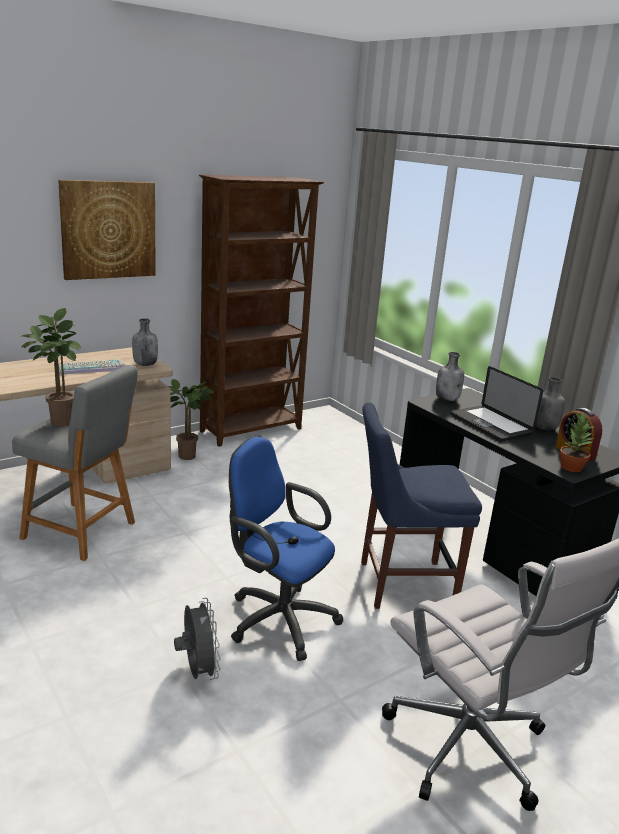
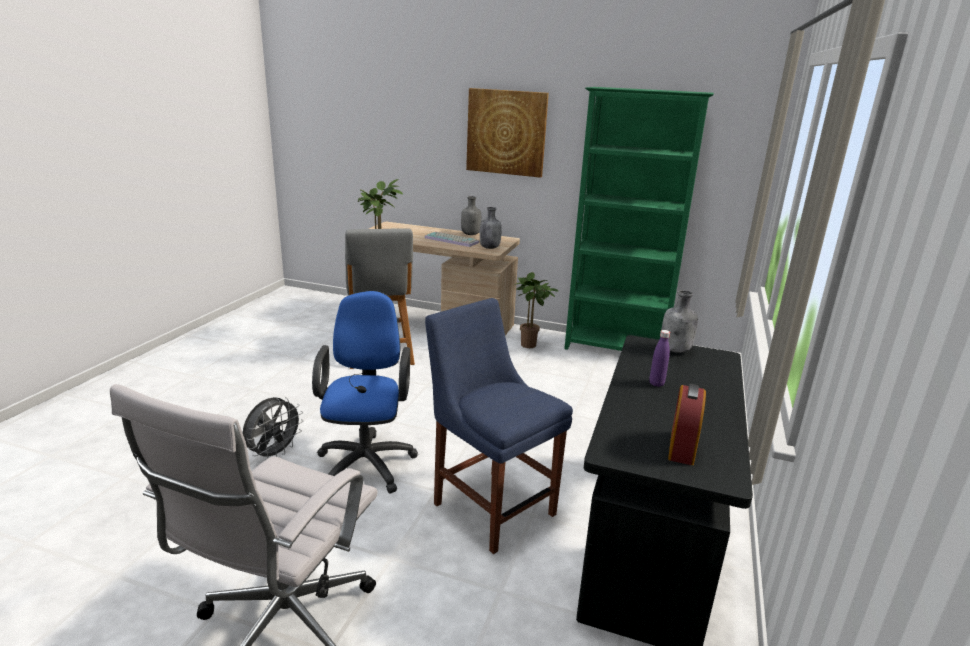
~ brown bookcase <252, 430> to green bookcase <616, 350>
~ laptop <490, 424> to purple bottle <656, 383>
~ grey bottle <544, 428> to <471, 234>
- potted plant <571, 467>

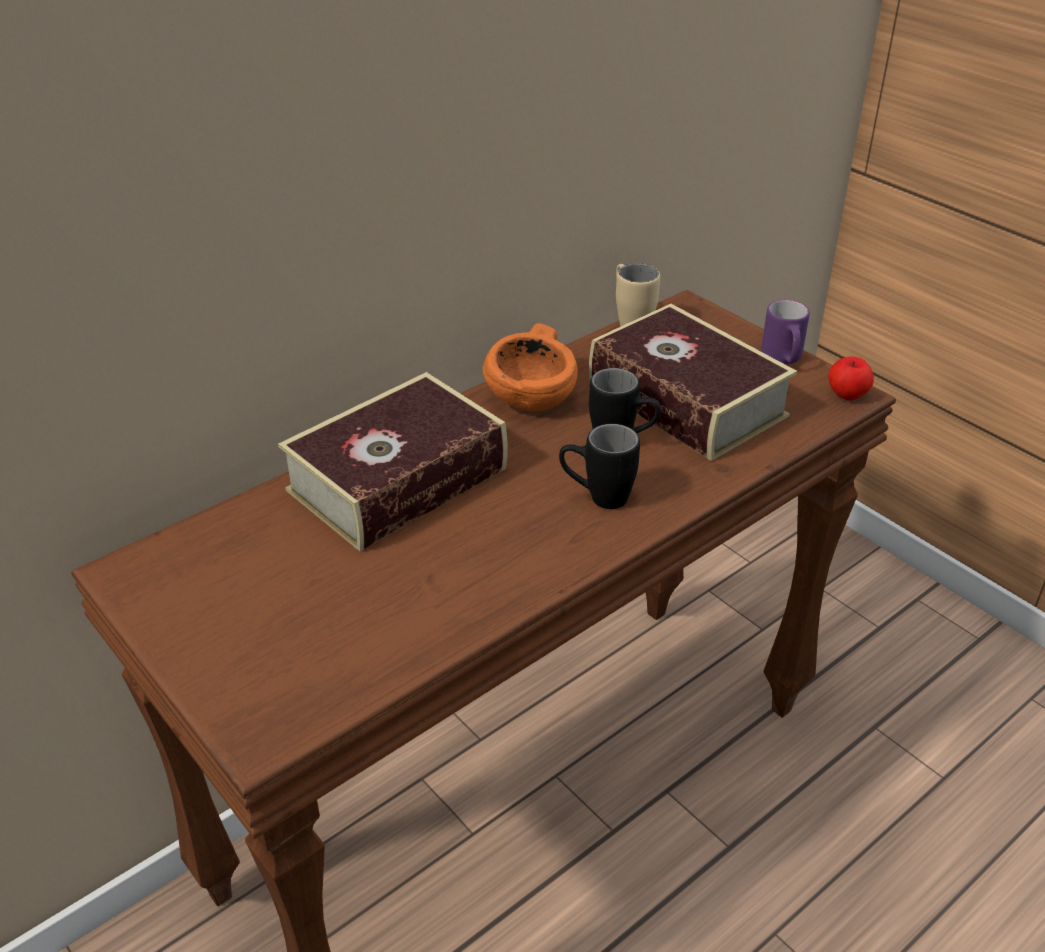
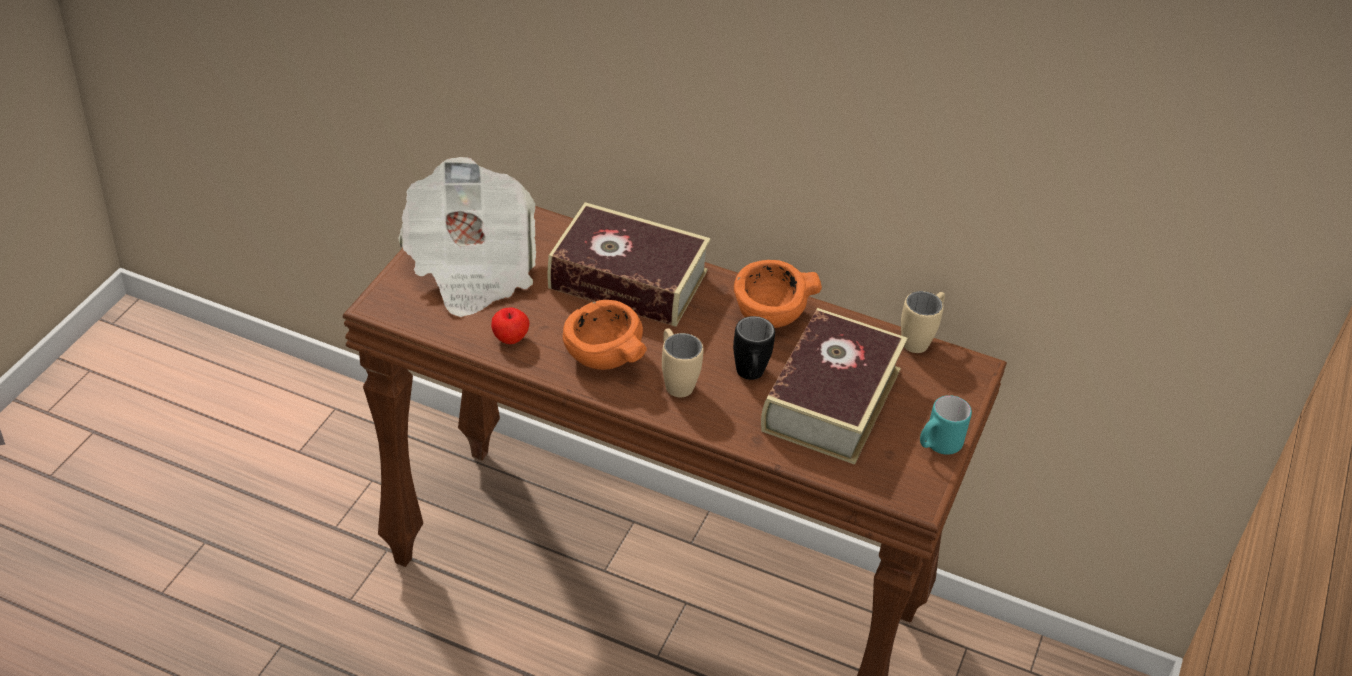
~ purple mug <783, 359> to turquoise mug <938, 445>
~ apple <847, 394> to <510, 338>
~ black mug <596, 497> to beige mug <675, 381>
+ newspaper <470, 267>
+ orange bowl <602, 356>

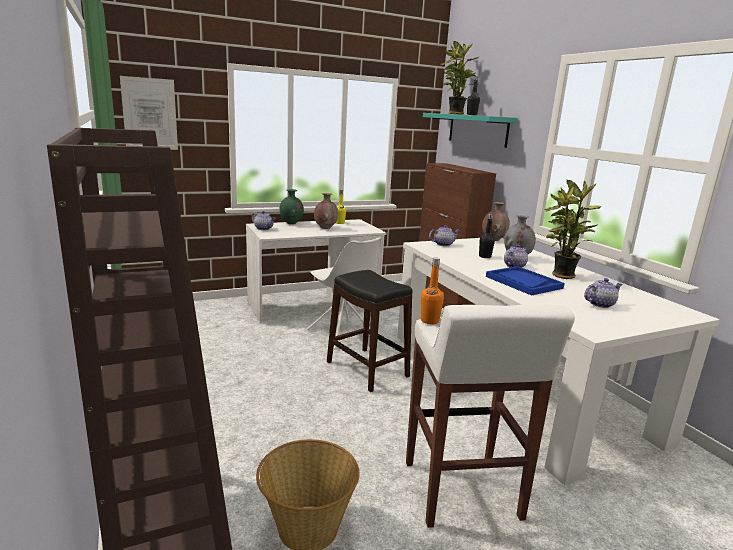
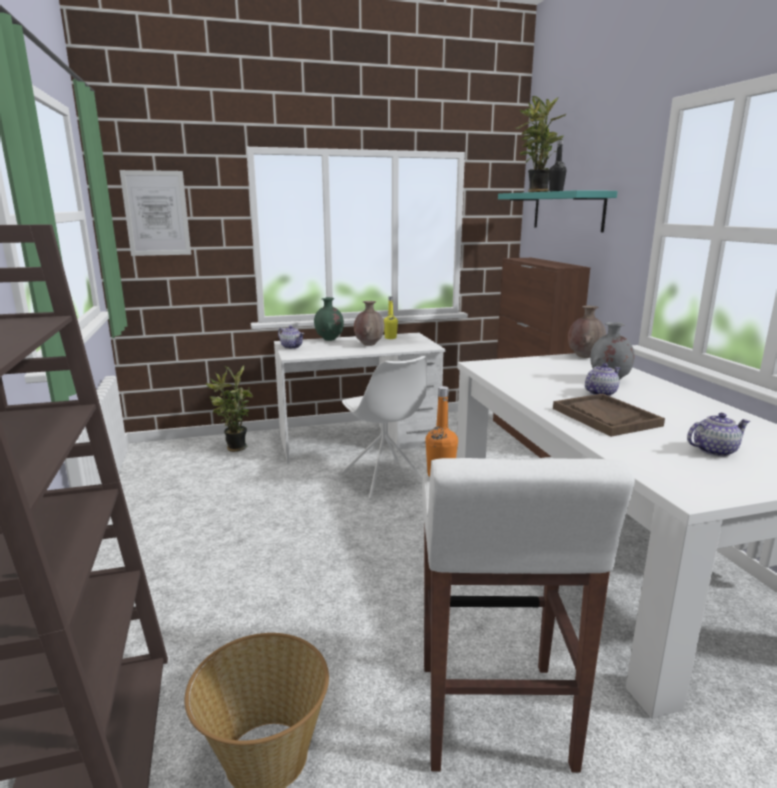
~ potted plant <561, 276> to <234, 448>
- black bottle <484, 256>
- teapot <443, 244>
~ blue tray <523, 282> to brown tray <605, 417>
- black stool <367, 369>

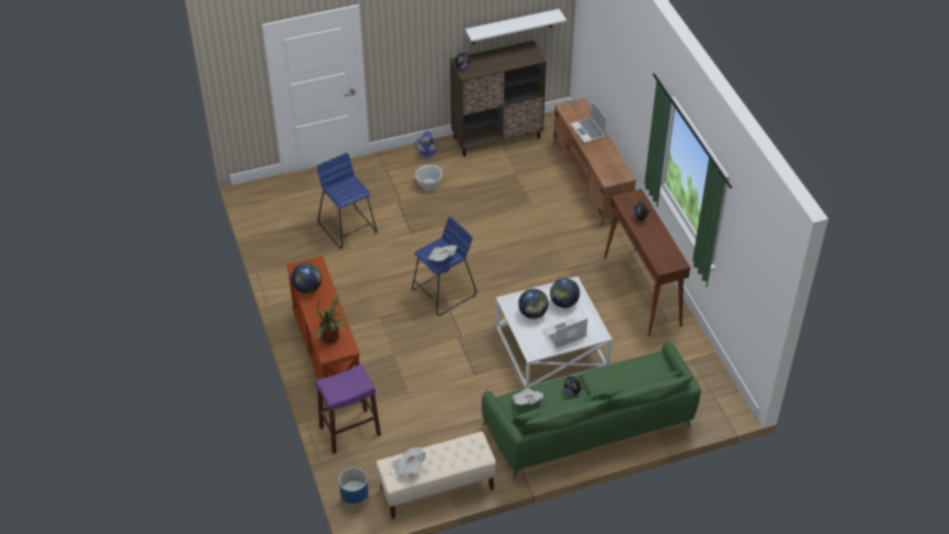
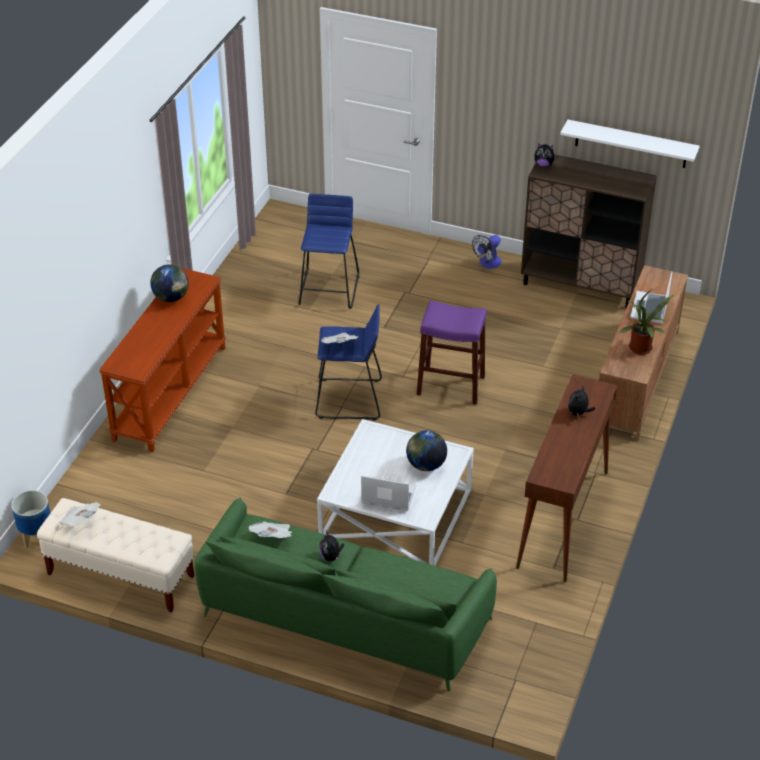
- basket <429, 184>
~ potted plant <332, 339> to <642, 349>
- globe <533, 313>
~ purple stool <349, 431> to <450, 385>

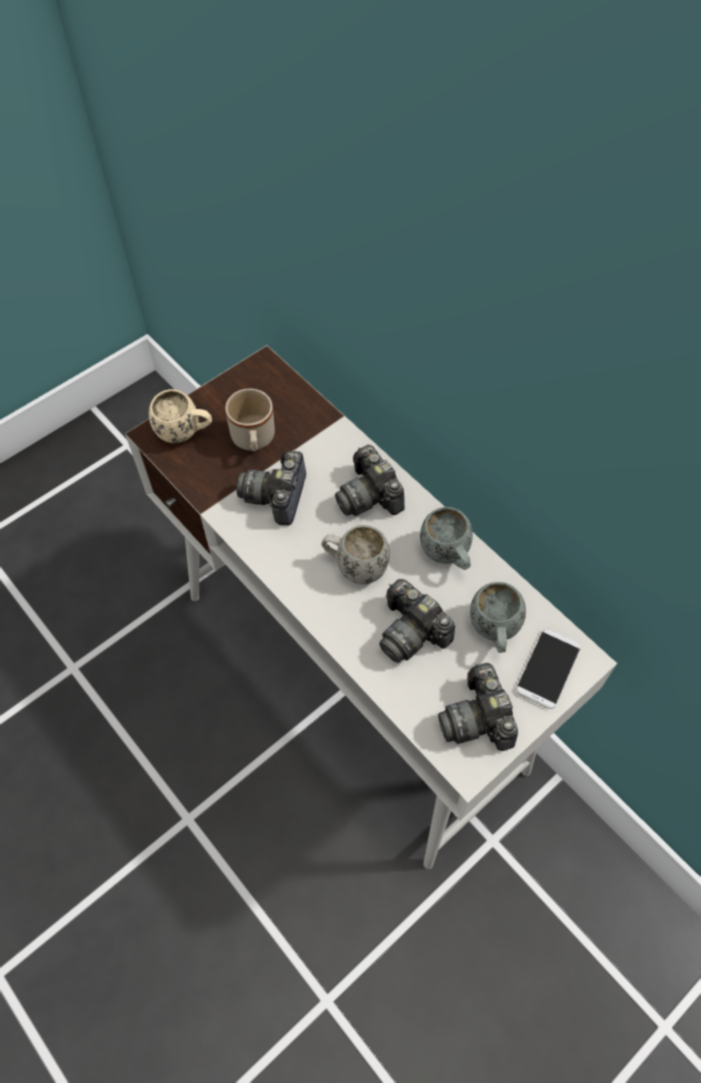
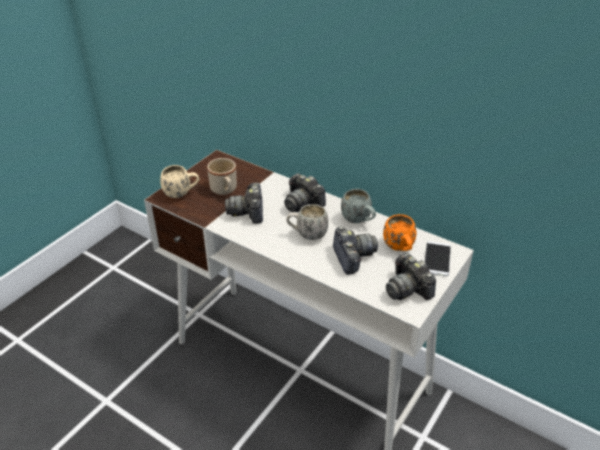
~ photo camera <411, 631> = <352, 257> 135 degrees counterclockwise
~ grey mug <494, 632> to orange mug <400, 249>

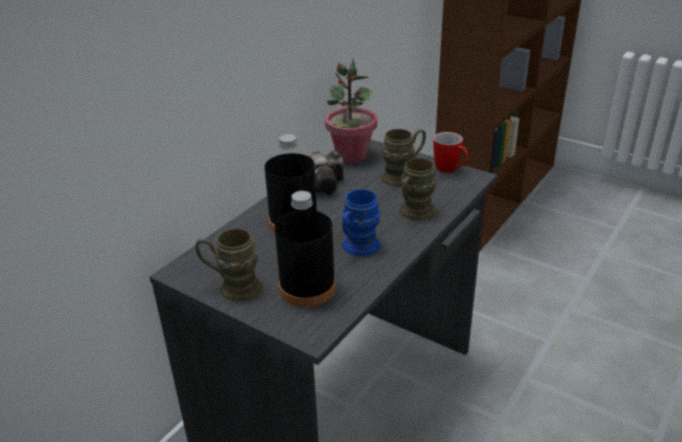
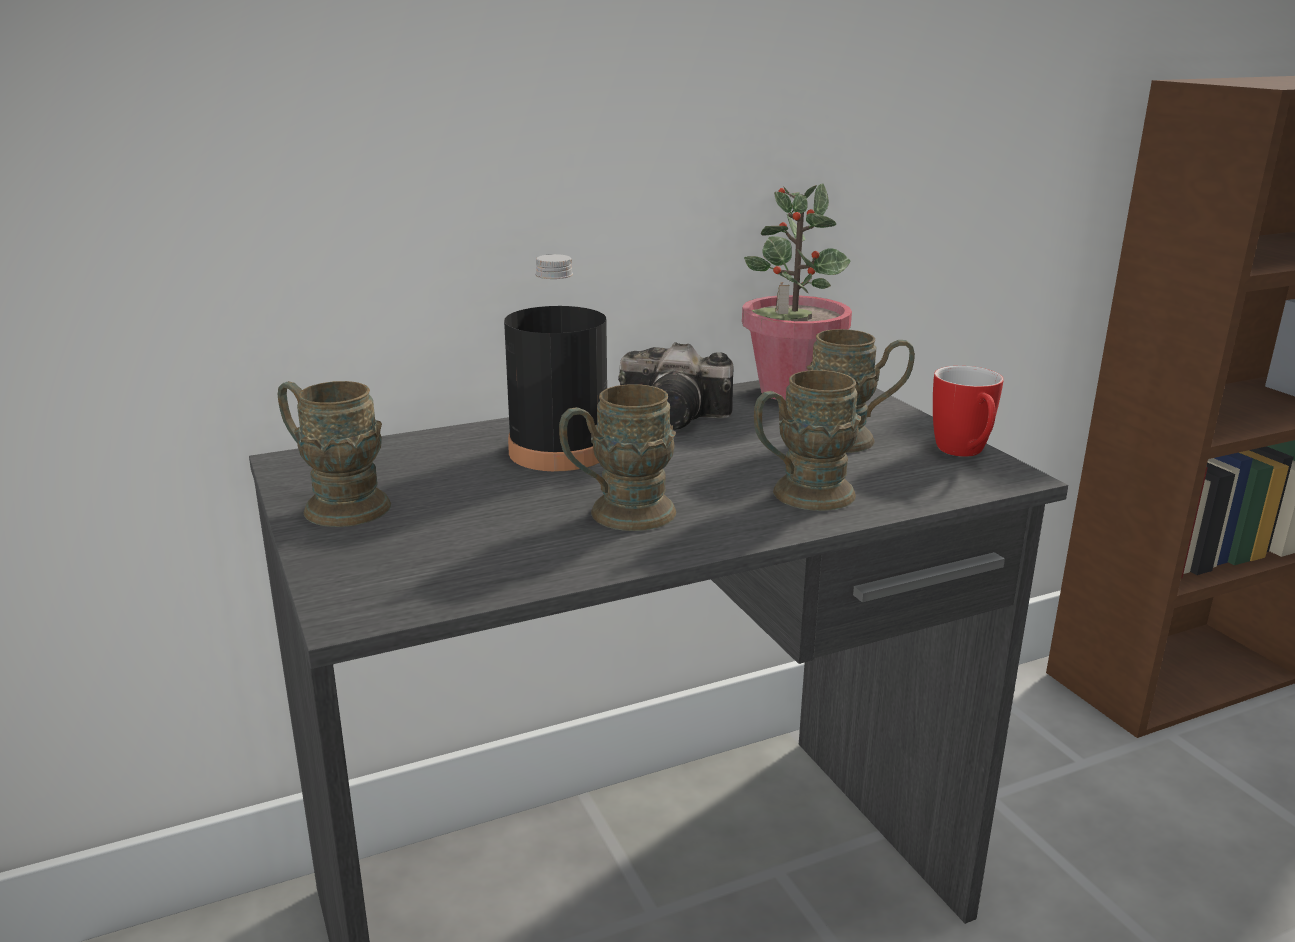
~ blue mug <357, 248> to brown mug <618, 515>
- black bottle <307, 288>

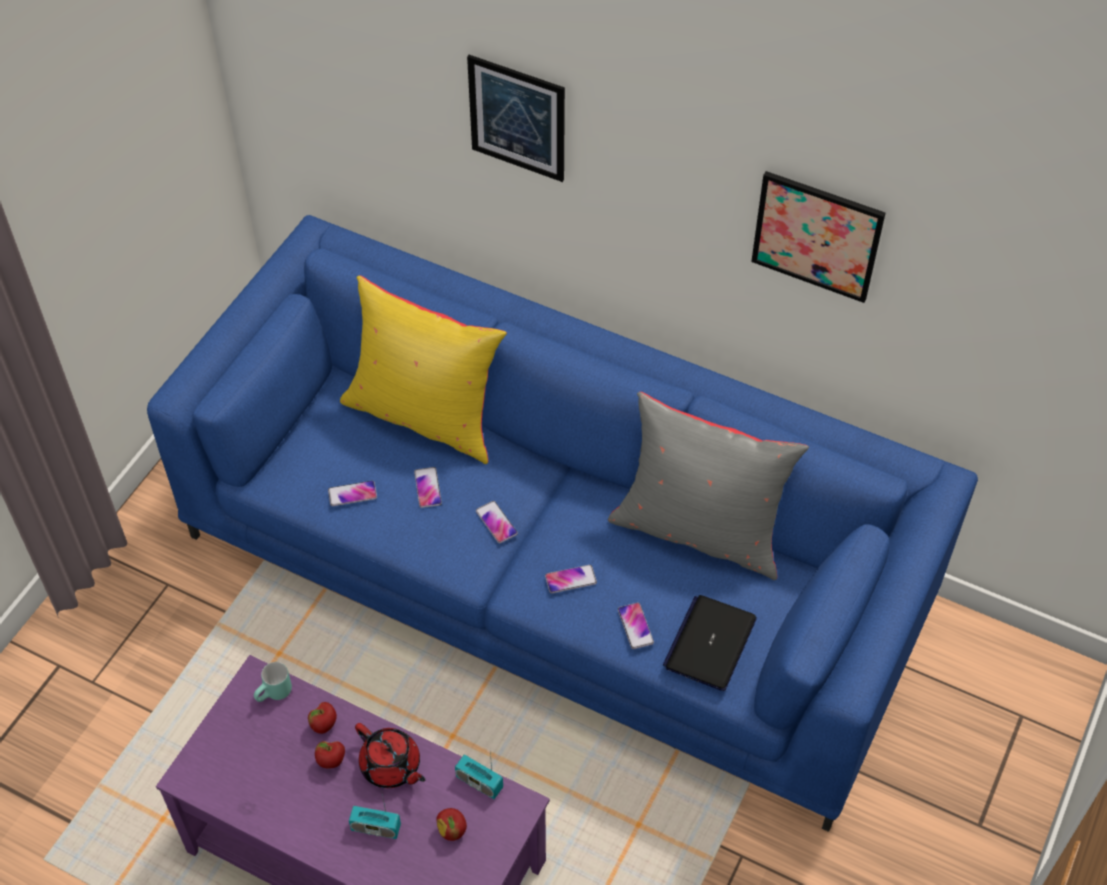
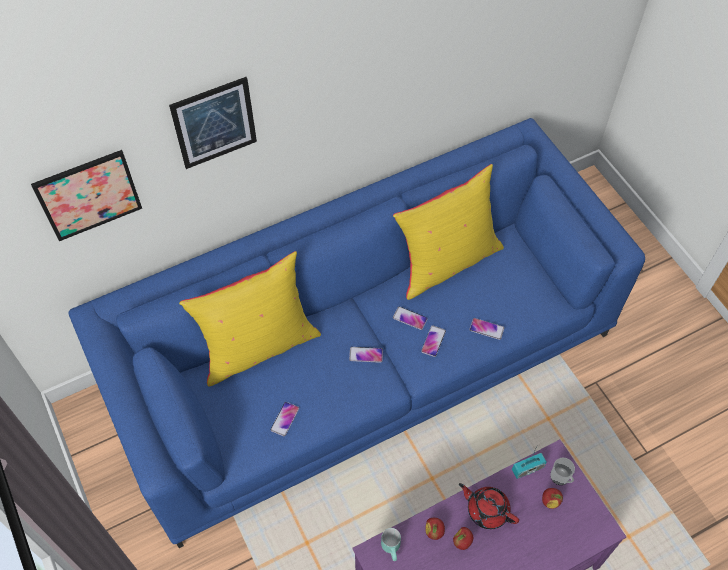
~ picture <817, 236> to <88, 195>
~ grey pillow <699, 530> to yellow pillow <446, 261>
~ phone <427, 488> to <410, 318>
- laptop <710, 643>
~ red teapot <391, 766> = <487, 510> 135 degrees counterclockwise
- radio <376, 828>
+ mug <561, 478>

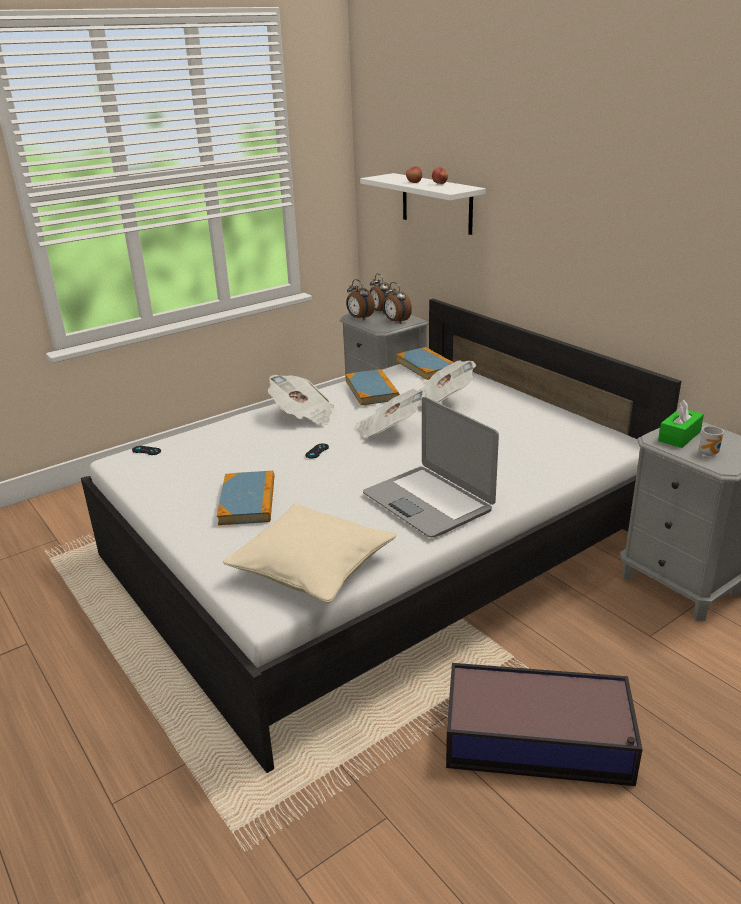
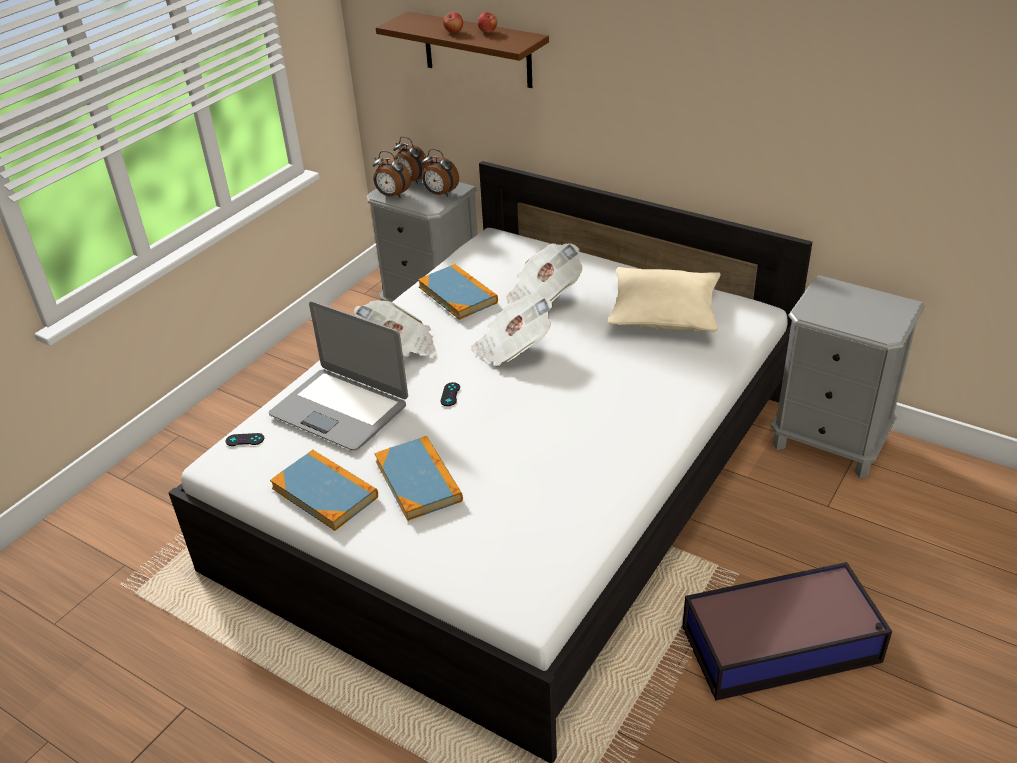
~ white shelf <436, 203> to brown shelf <477, 50>
~ book <426, 366> to <325, 492>
~ laptop <428, 502> to <340, 409>
- green tissue box <679, 436>
- mug <710, 453>
~ beige pillow <312, 567> to <664, 313>

